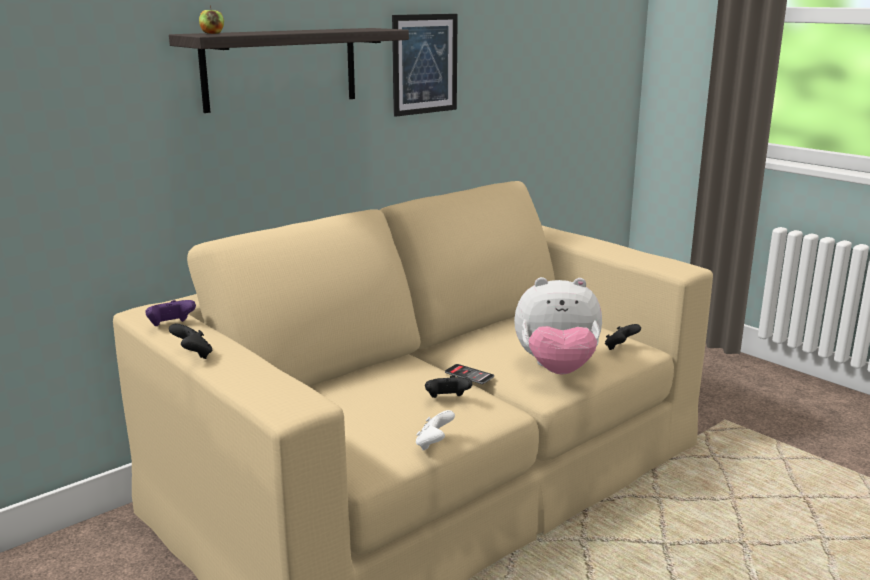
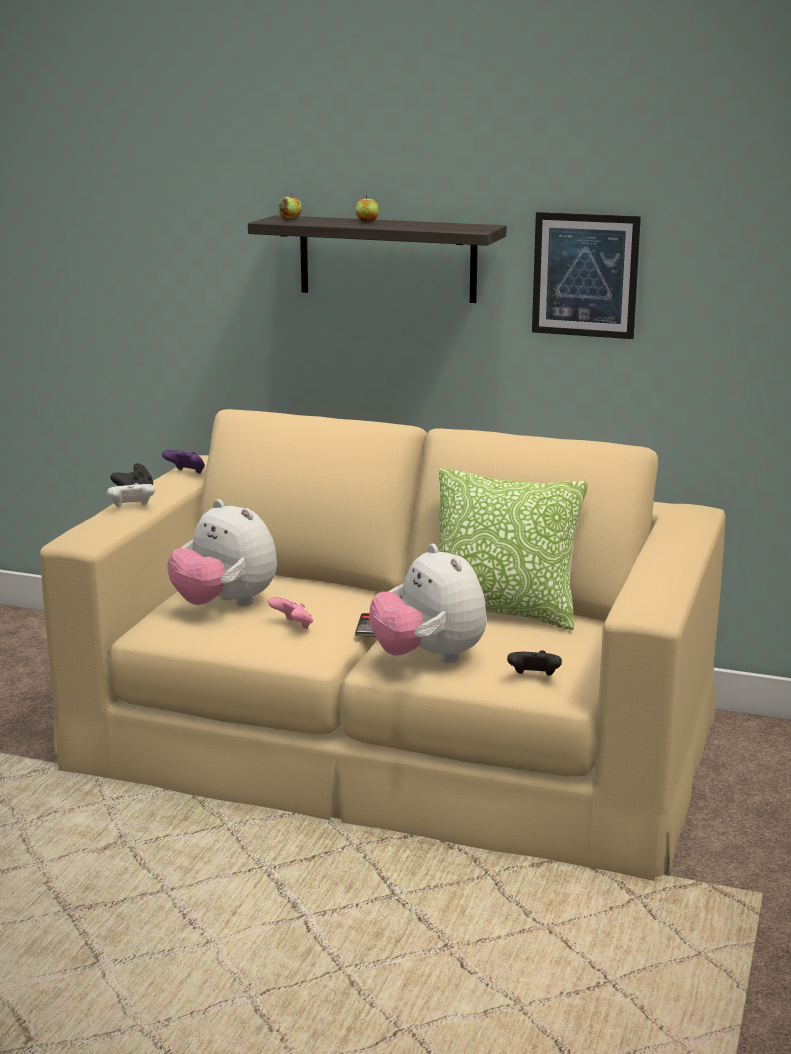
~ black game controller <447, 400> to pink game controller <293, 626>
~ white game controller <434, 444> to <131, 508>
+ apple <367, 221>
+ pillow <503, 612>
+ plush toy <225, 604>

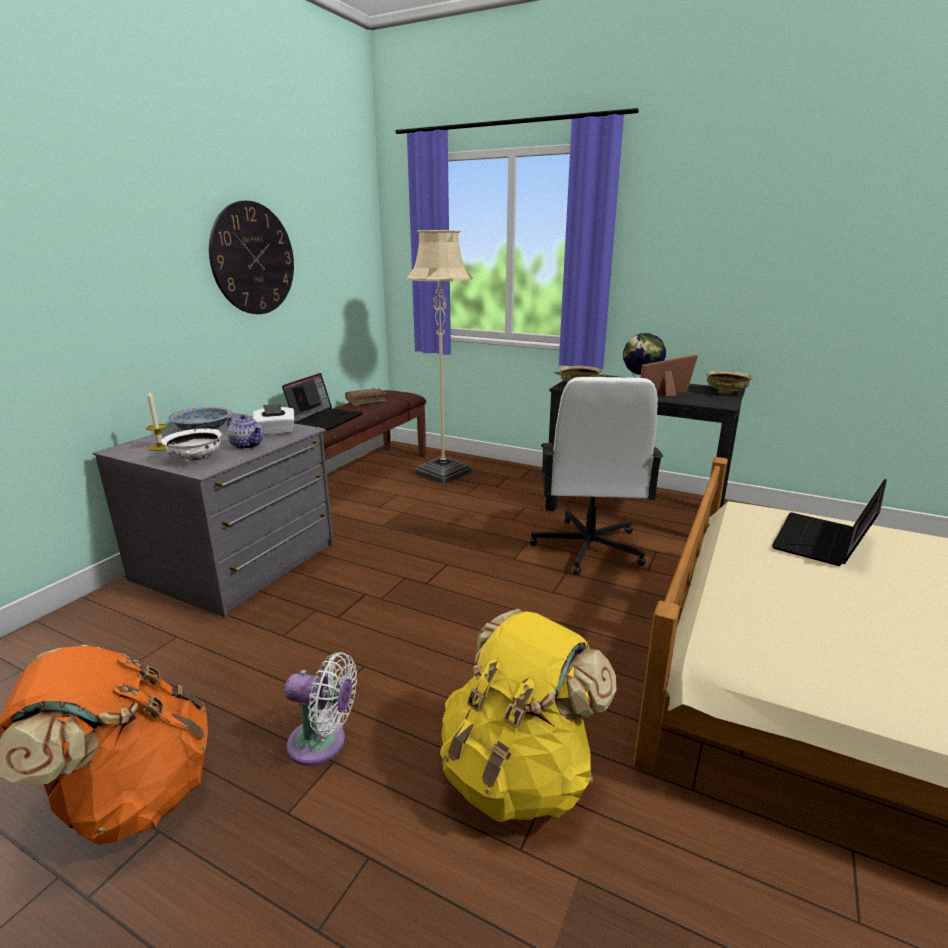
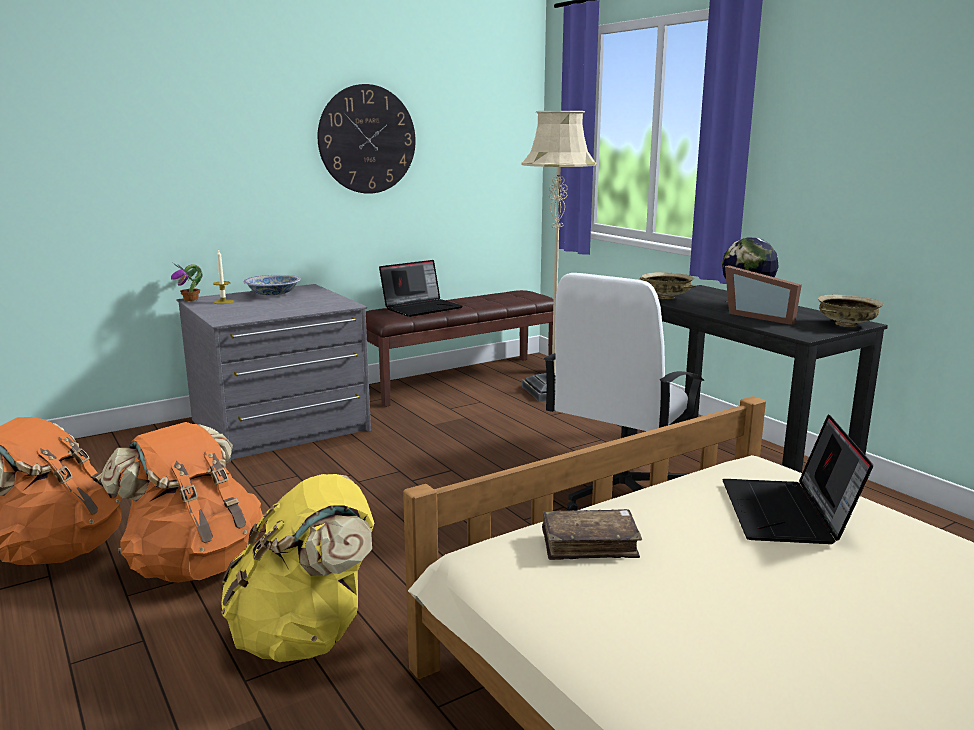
~ picture frame <668, 393> = <761, 316> 150 degrees counterclockwise
~ brown book <366, 401> to <589, 544>
- white tissue box <276, 432>
- teapot <248, 445>
- white bowl <196, 458>
~ laptop <823, 543> = <788, 514> 60 degrees counterclockwise
~ white fan <323, 743> to orange backpack <195, 564>
+ potted plant <191, 299>

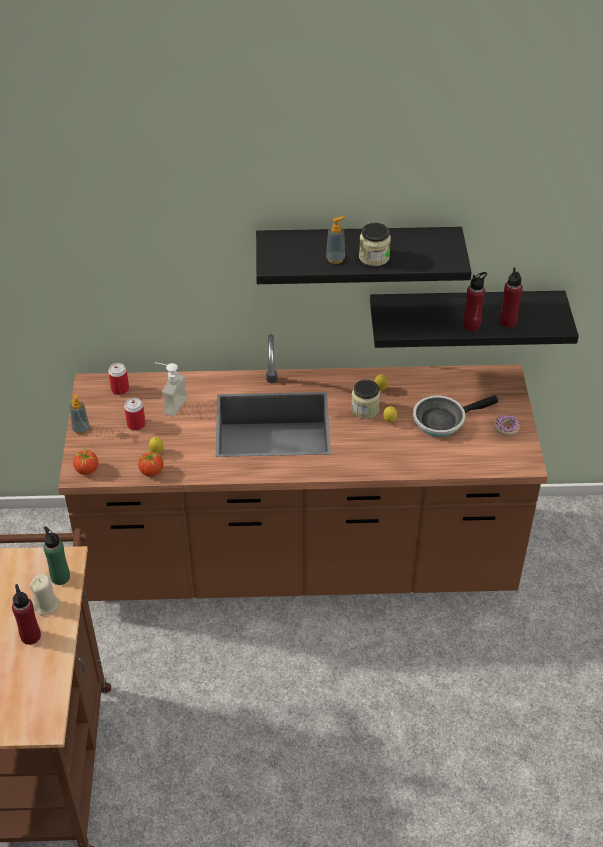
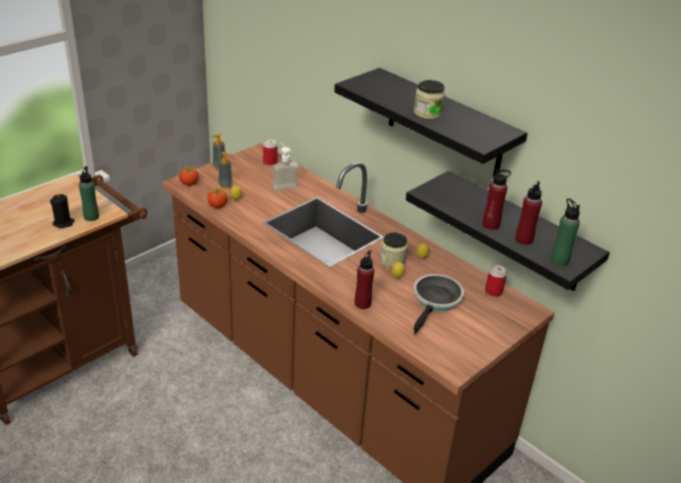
~ soap dispenser <335, 259> to <225, 185>
~ frying pan <442, 420> = <436, 301> 90 degrees clockwise
~ can <136, 424> to <493, 292>
- donut <506, 428>
~ beige candle <46, 605> to black candle <63, 223>
~ red bottle <30, 636> to <362, 303>
+ green bottle <559, 260>

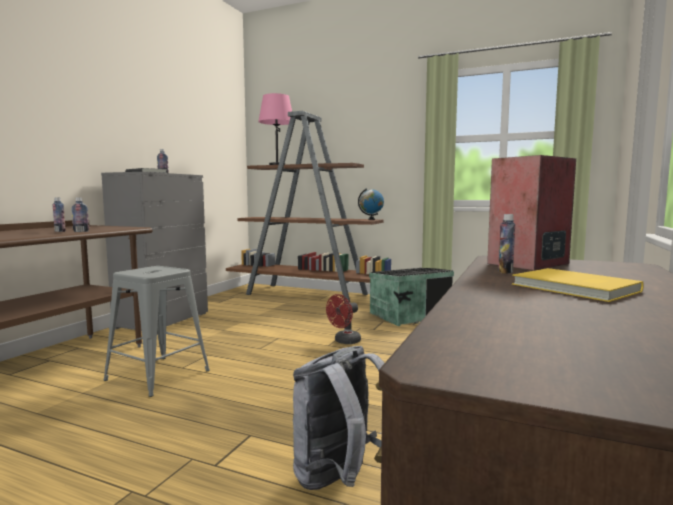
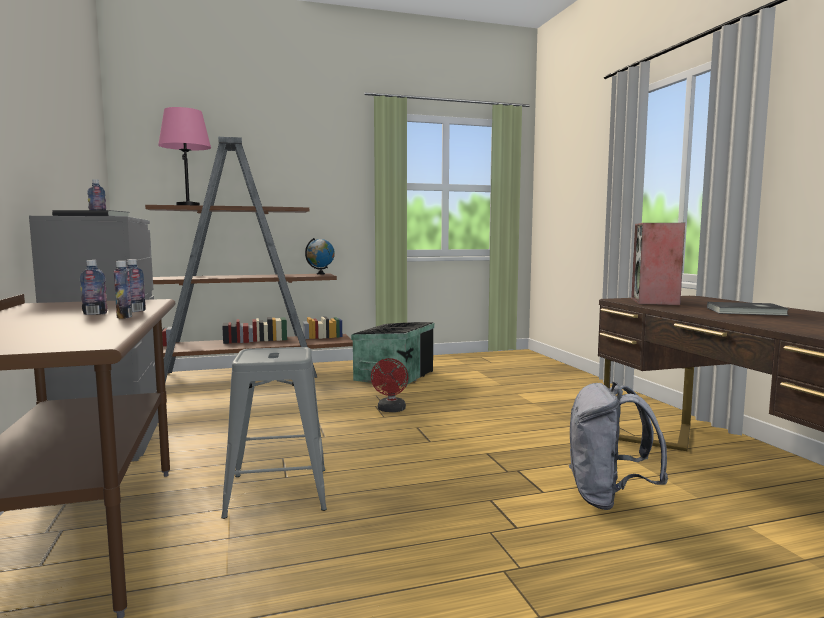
~ bottle <505, 272> to <124, 317>
~ yellow book <574, 288> to grey book <747, 311>

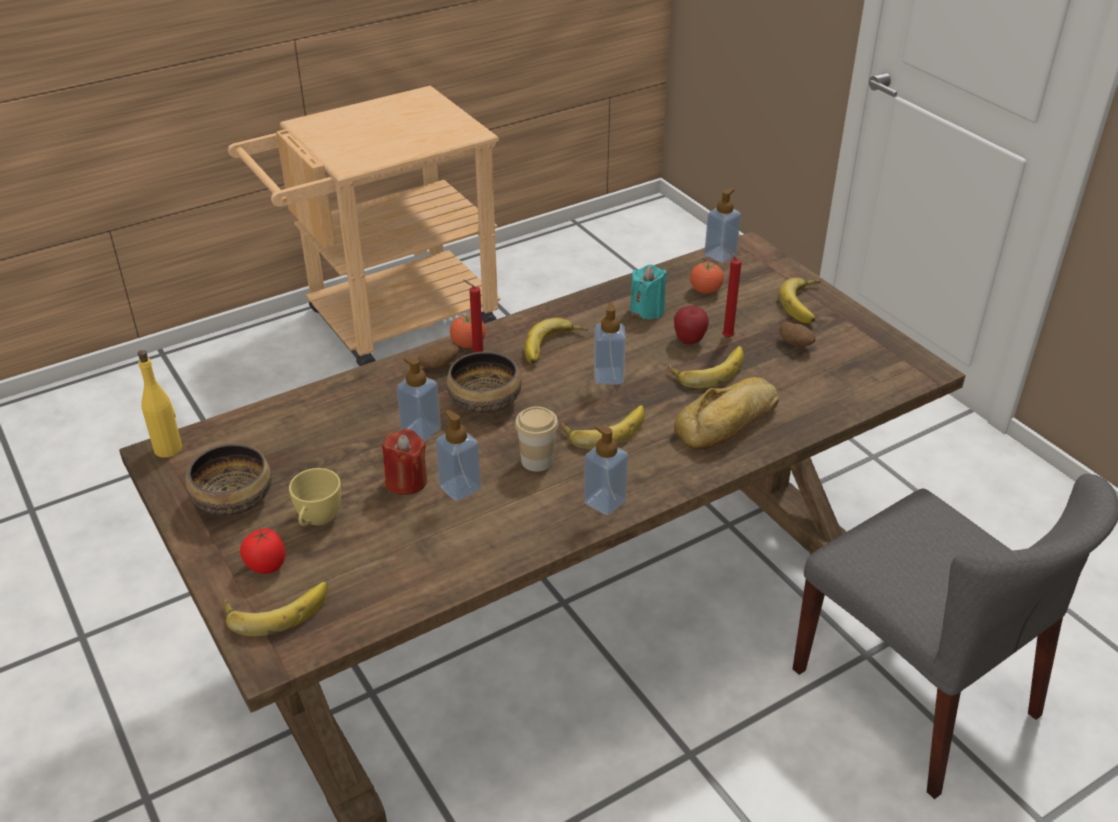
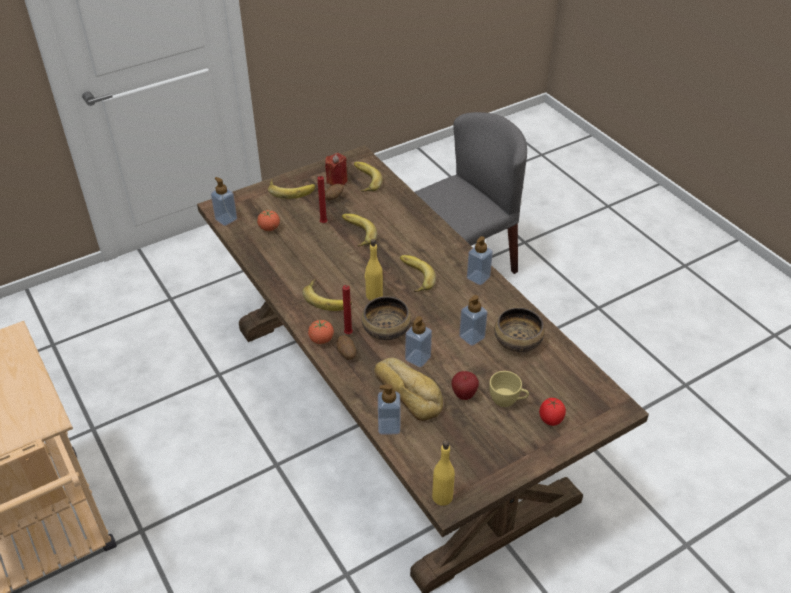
- turquoise candle <647, 310>
~ soap dispenser <608, 376> to <389, 426>
~ apple <689, 341> to <464, 395>
~ bread <729, 422> to <409, 392>
- cup <537, 461>
~ red candle <406, 481> to <337, 180>
~ bowl <233, 498> to <517, 341>
~ banana <276, 607> to <363, 180>
+ yellow bottle <374, 295>

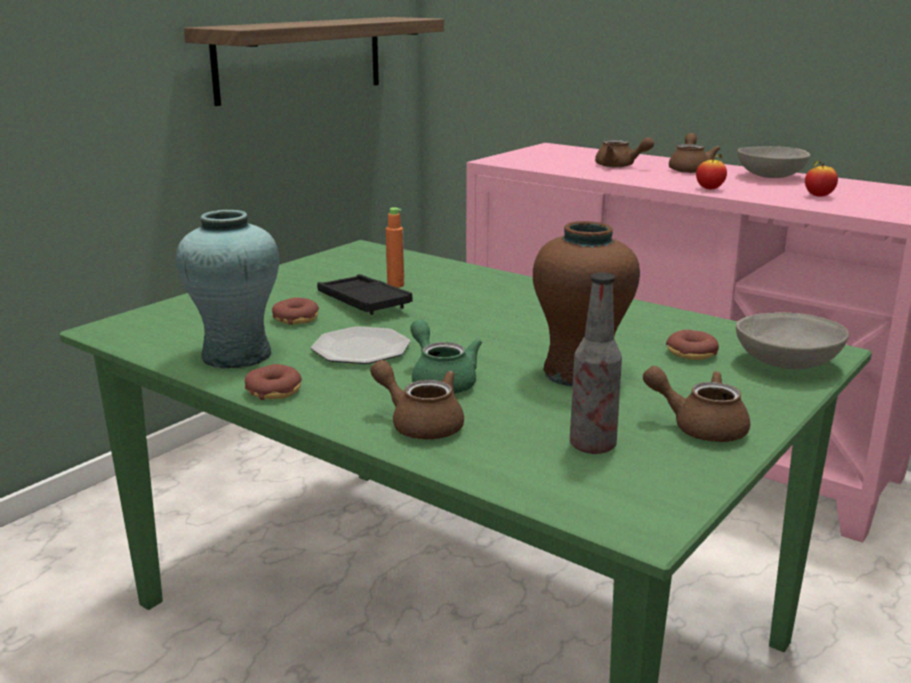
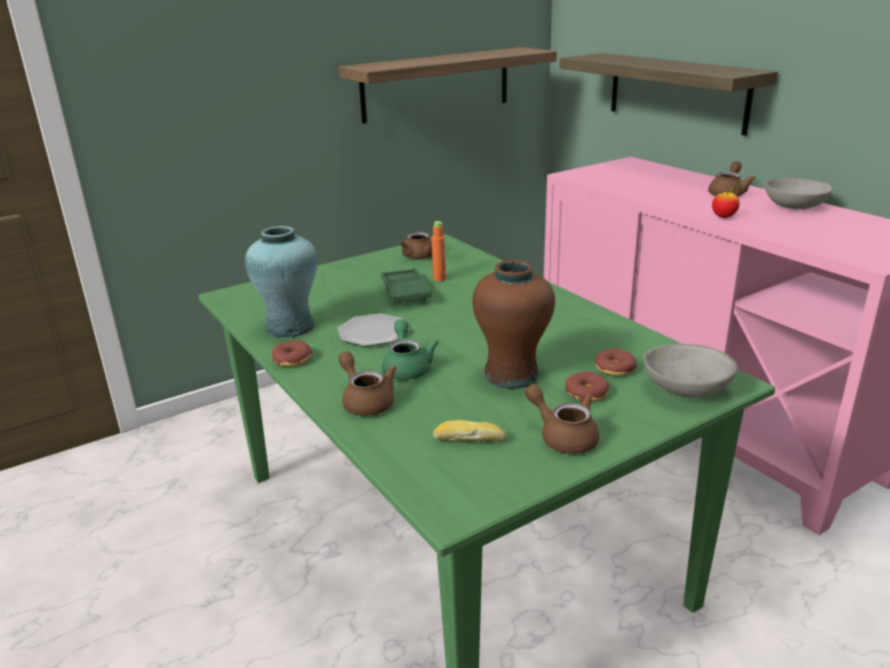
~ brown teapot <620, 166> to <421, 257>
- apple <818, 196>
~ bottle <592, 446> to bread <469, 439>
~ black tray <363, 302> to green tray <405, 291>
~ donut <296, 319> to <586, 393>
+ shelf <677, 92>

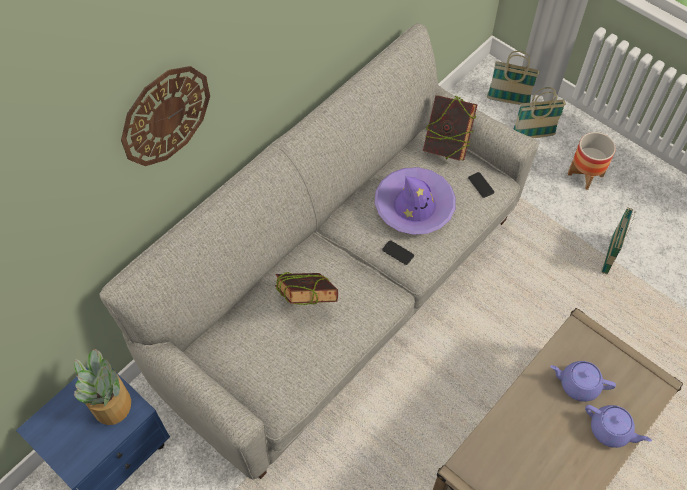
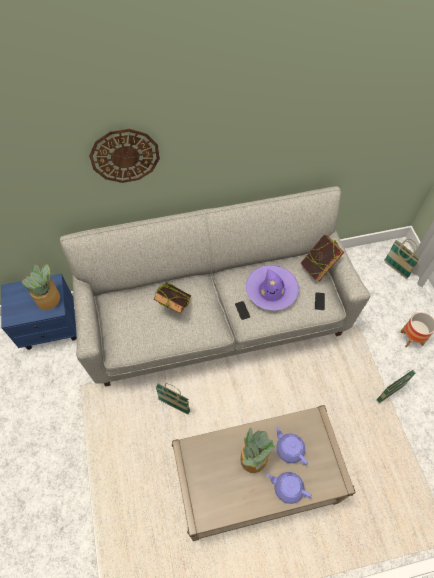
~ basket <532, 136> to <174, 405>
~ purple teapot <611, 430> = <287, 488> 135 degrees clockwise
+ potted plant <253, 458>

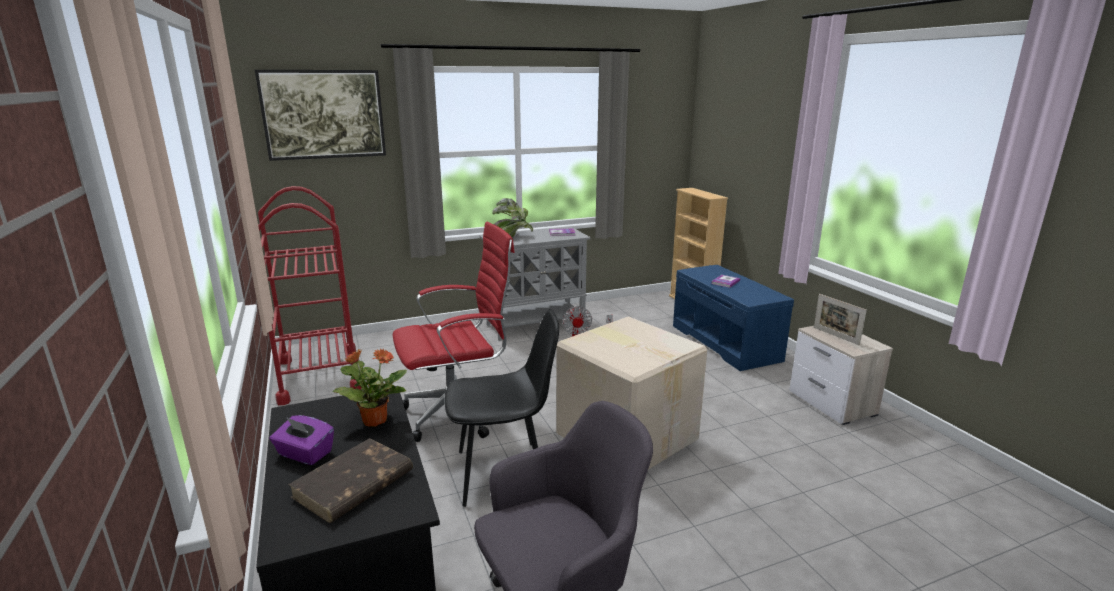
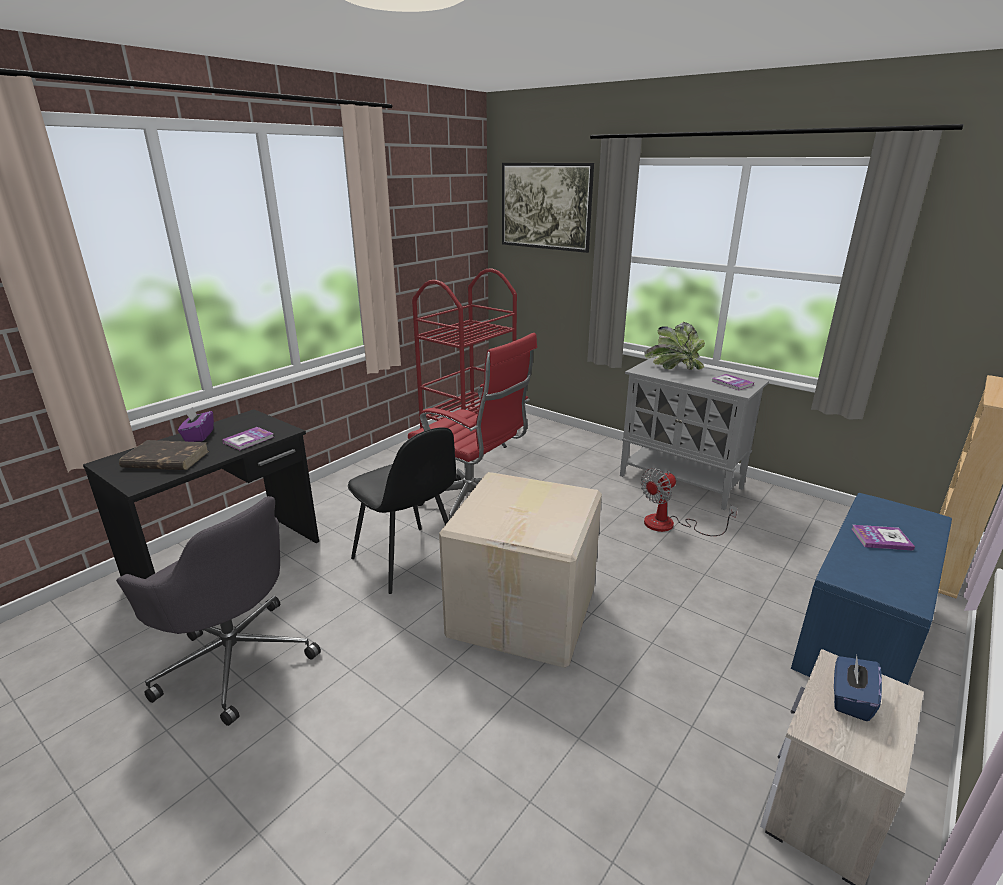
~ picture frame <835, 336> to blue tissue box <850, 699>
~ potted plant <374, 420> to book <248, 440>

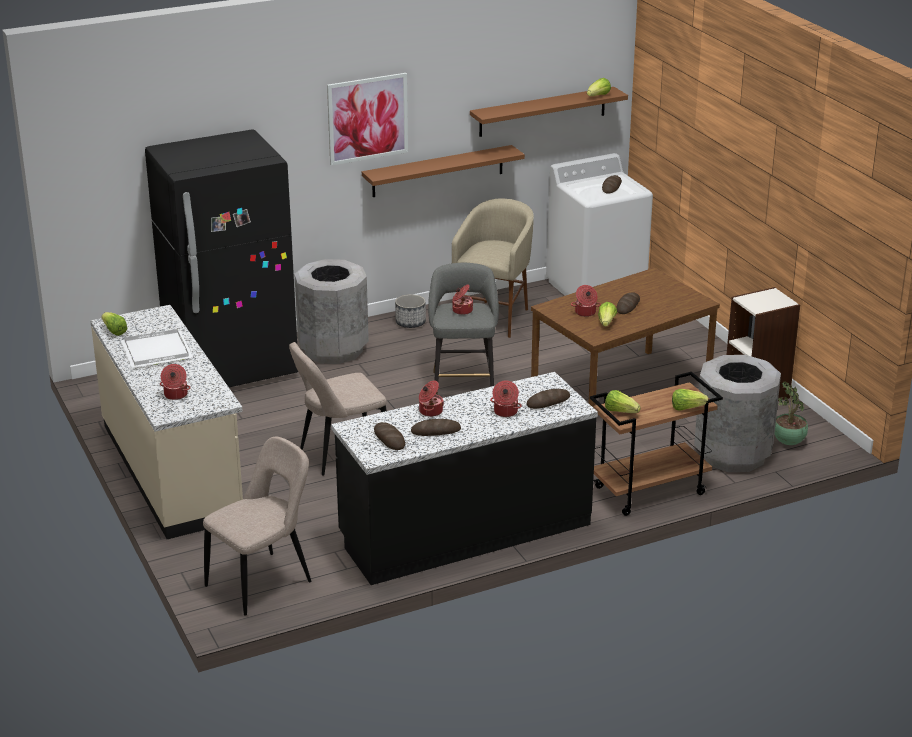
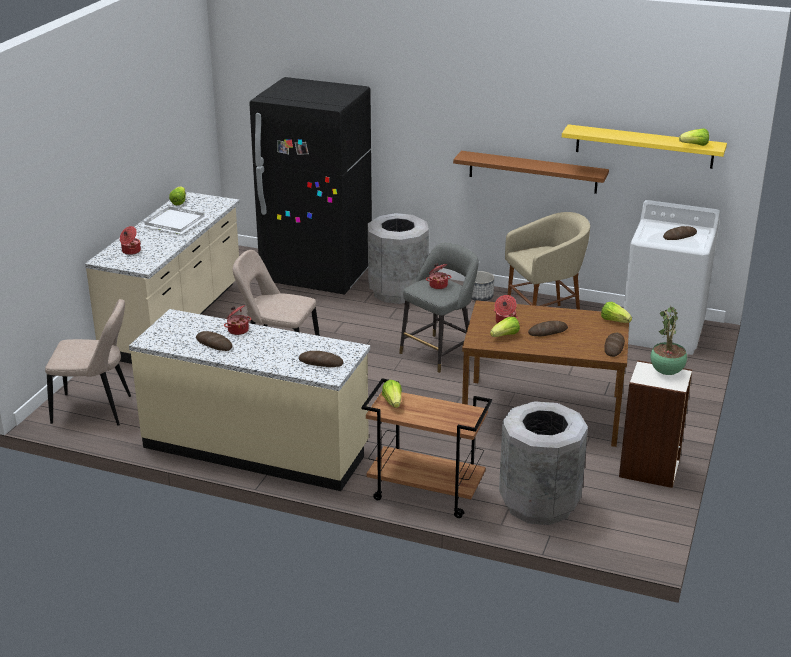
- picture <367, 118>
~ brown shelf <542, 112> to yellow shelf <644, 146>
~ black counter <464, 531> to beige counter <256, 447>
- cooking pot <505, 412>
~ potted plant <789, 443> to <666, 373>
~ lettuce <687, 408> to <614, 321>
~ bread <389, 439> to <614, 347>

